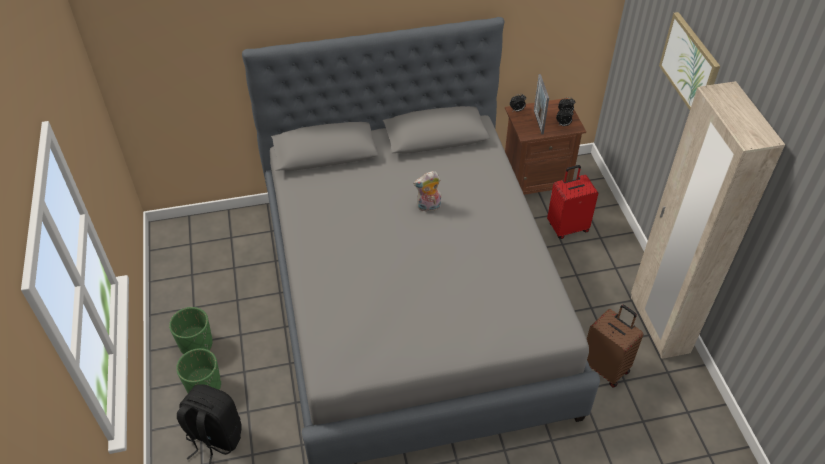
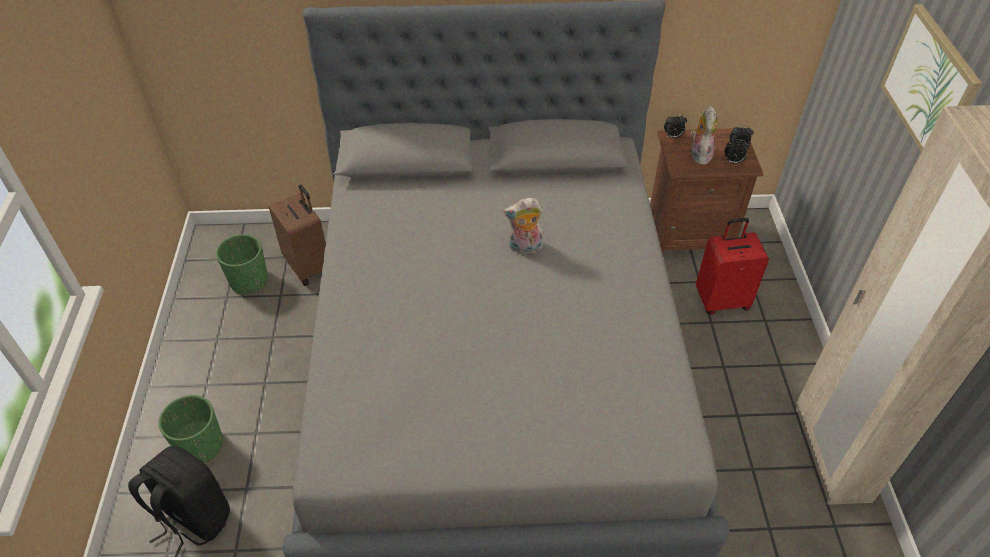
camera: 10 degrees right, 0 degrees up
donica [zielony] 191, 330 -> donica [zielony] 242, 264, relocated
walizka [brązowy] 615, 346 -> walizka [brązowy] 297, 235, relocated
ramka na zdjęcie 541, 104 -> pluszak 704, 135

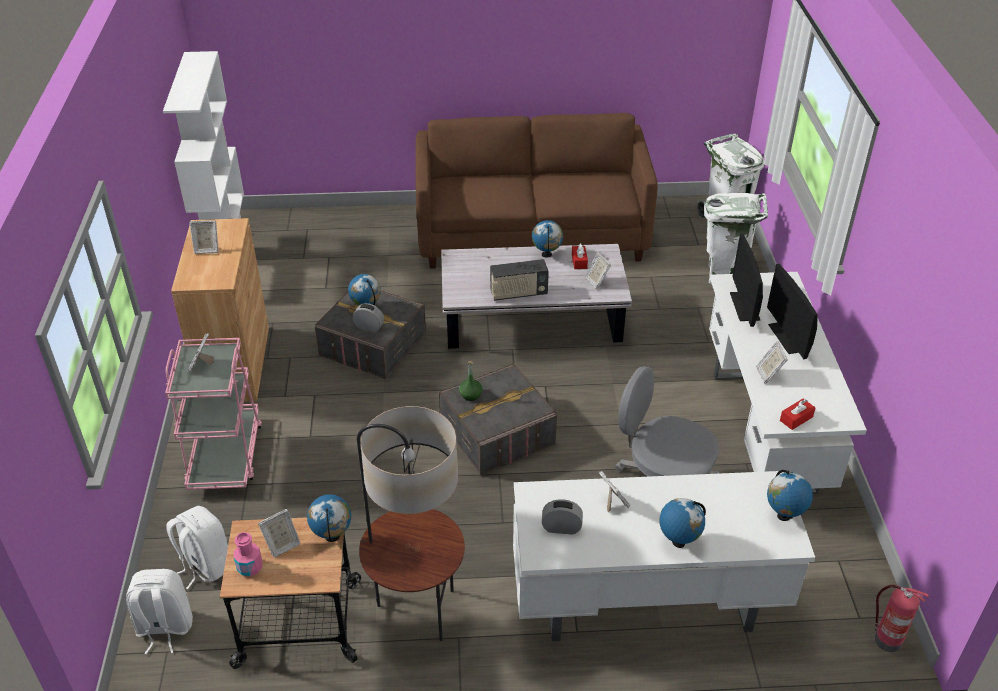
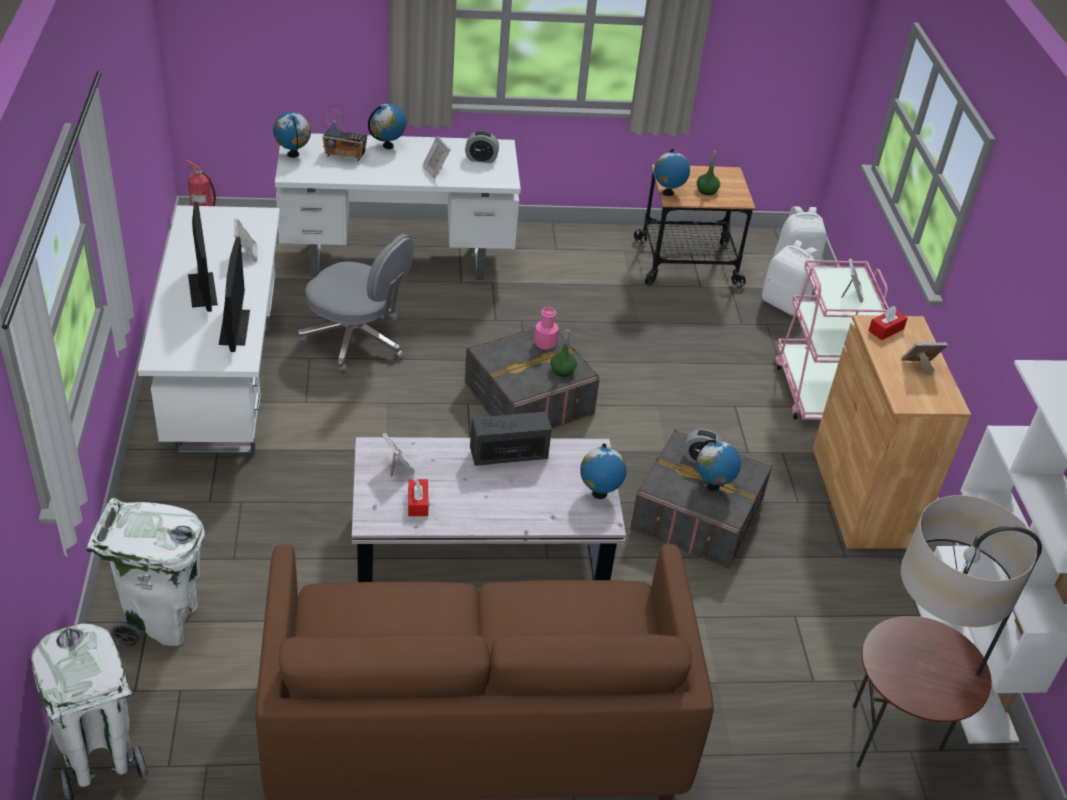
camera: 175 degrees right, 0 degrees up
none -> radio 344, 135
butelka [różowy] 248, 554 -> butelka [różowy] 546, 328, relocated
globus 547, 239 -> globus 603, 471, relocated
ramka na zdjęcie 279, 533 -> butelka [zielony] 708, 172
lampa stojąca 411, 523 -> lampa stojąca 947, 631, relocated
pudełko chusteczek [czerwony] 798, 414 -> pudełko chusteczek [czerwony] 888, 323, relocated

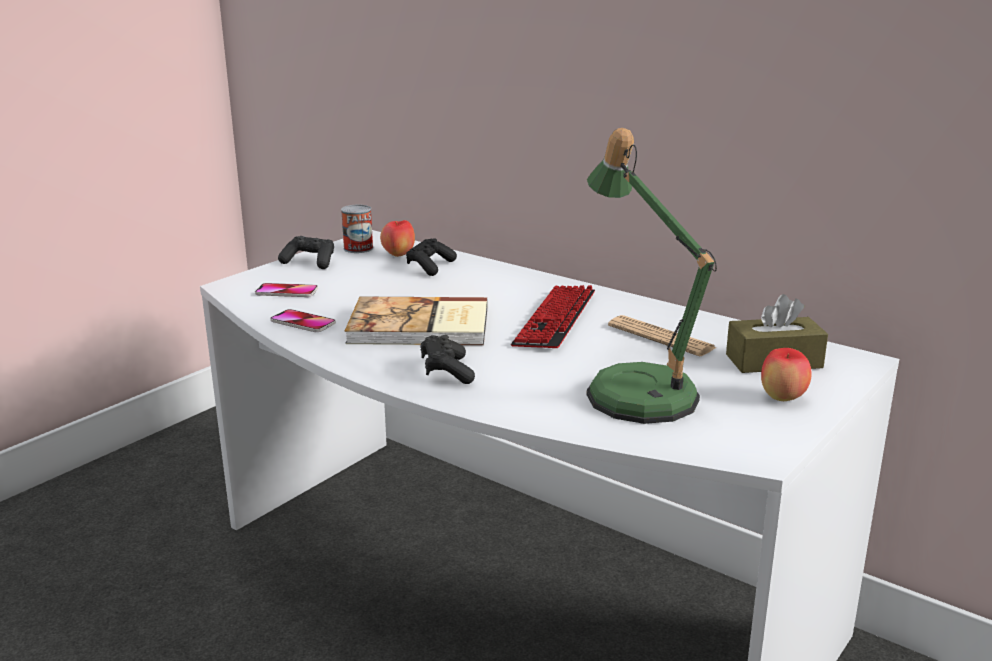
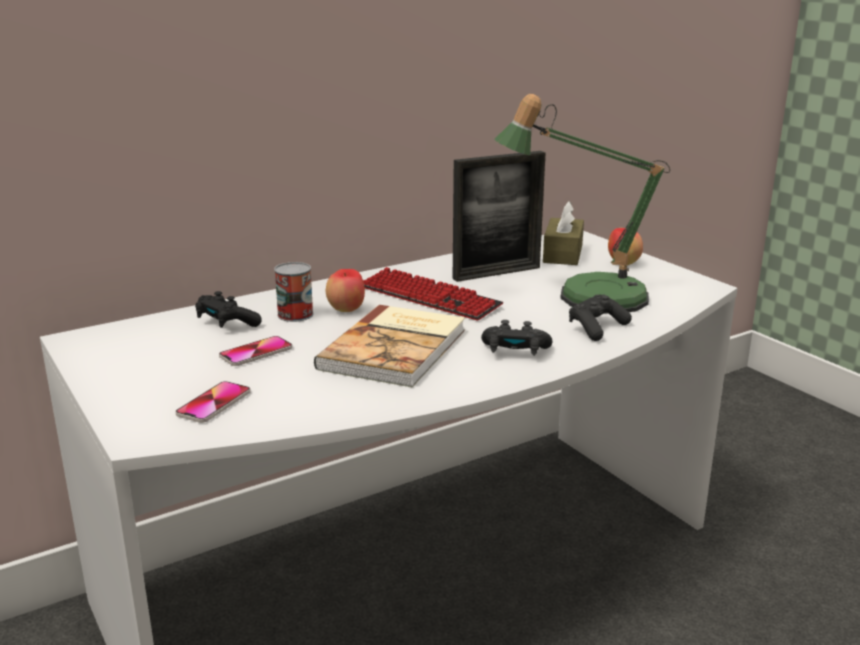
camera: 70 degrees left, 0 degrees up
telefon 303, 320 -> telefon 256, 351, relocated
puszka 357, 228 -> puszka 294, 292, relocated
jabłko 397, 238 -> jabłko 345, 290, relocated
gazeta 662, 335 -> ramka na zdjęcie 499, 216
pad do gier [czarny] 306, 252 -> pad do gier [czarny] 600, 317, relocated

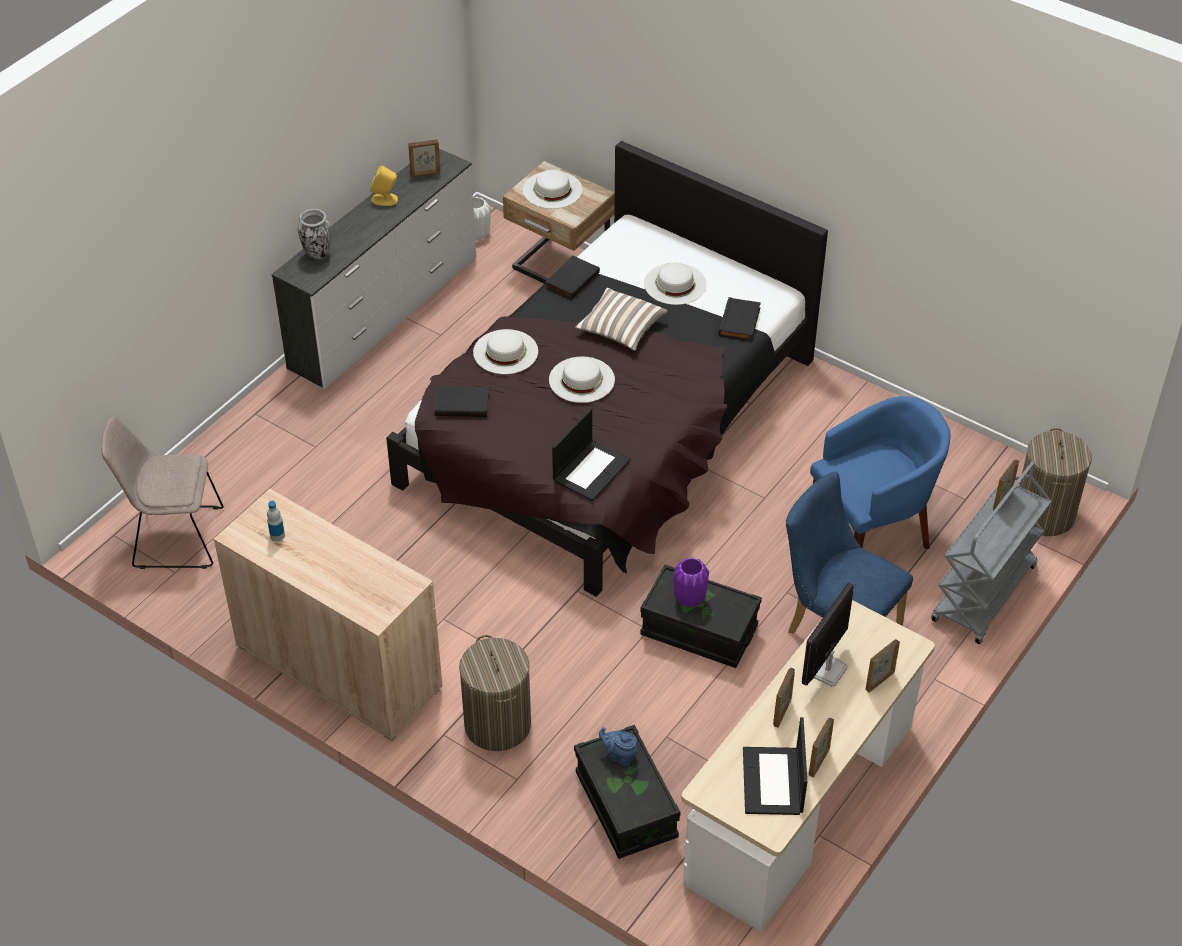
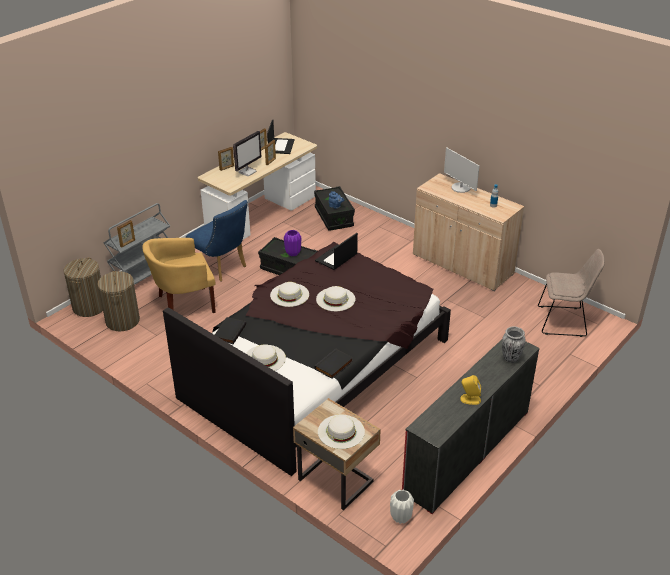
camera: 175 degrees left, 10 degrees down
kosz na pranie 495, 693 -> kosz na pranie 118, 301, relocated
fotel [niebieski] 880, 472 -> fotel [żółty] 179, 275
kapelusz [biały] 505, 351 -> kapelusz [biały] 289, 294, relocated
komoda [biały] 373, 268 -> komoda [czerwony] 471, 427
none -> monitor 461, 170
ramka na zdjęcie 424, 158 -> none
książka [czarny] 462, 401 -> none
poduszka 621, 319 -> none

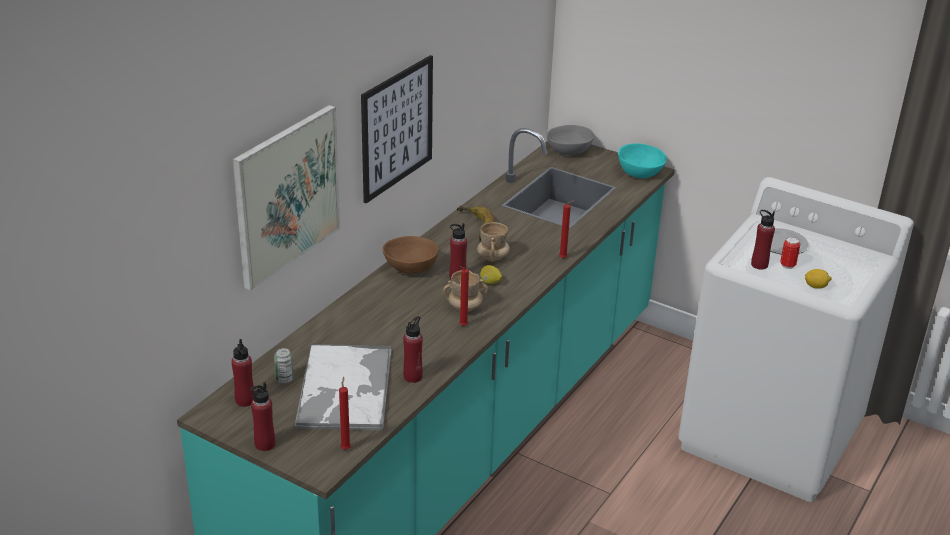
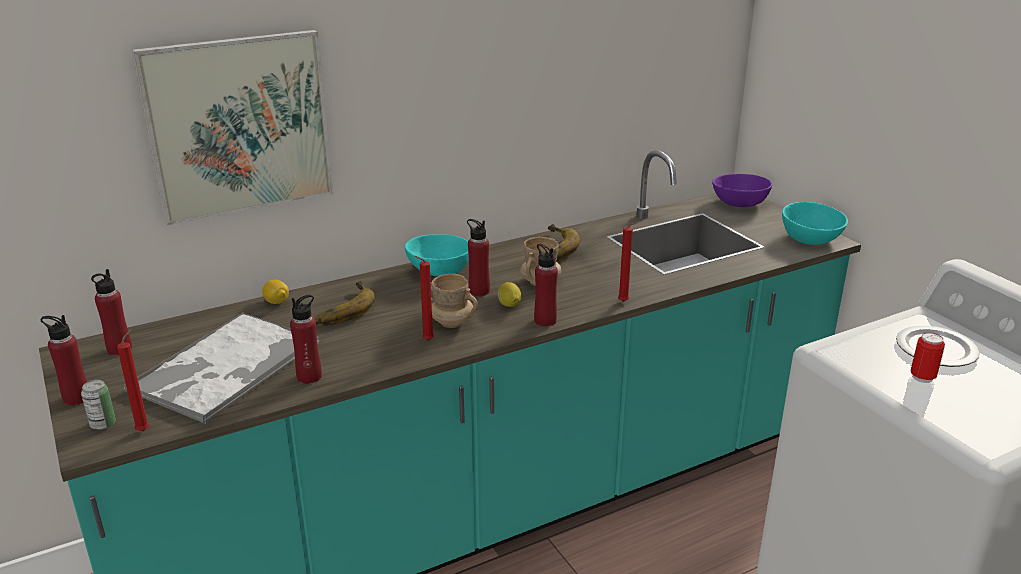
camera: 30 degrees right, 5 degrees down
puszka 283, 365 -> puszka 98, 405, relocated
cytryna 818, 279 -> cytryna 275, 292, relocated
none -> banan 345, 303
miska [brązowy] 410, 255 -> miska [turkusowy] 437, 255
butelka [czerwony] 763, 239 -> butelka [czerwony] 546, 285, relocated
miska [szary] 570, 140 -> miska [fioletowy] 742, 190
obraz 397, 129 -> none

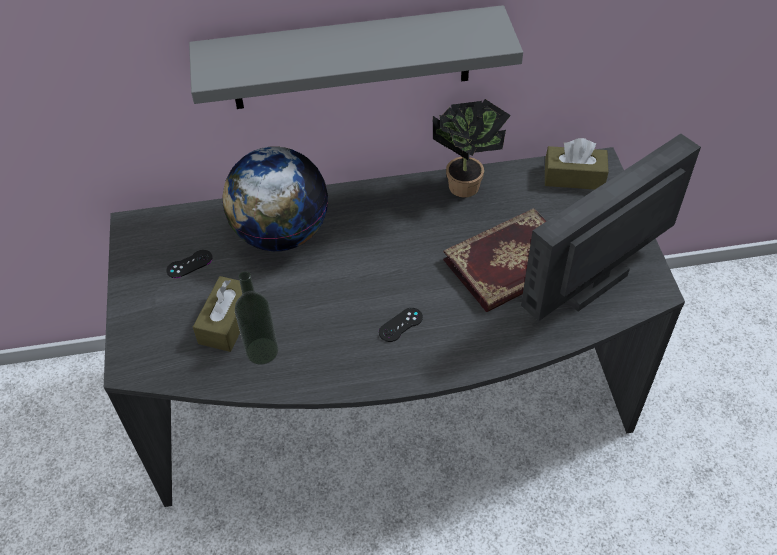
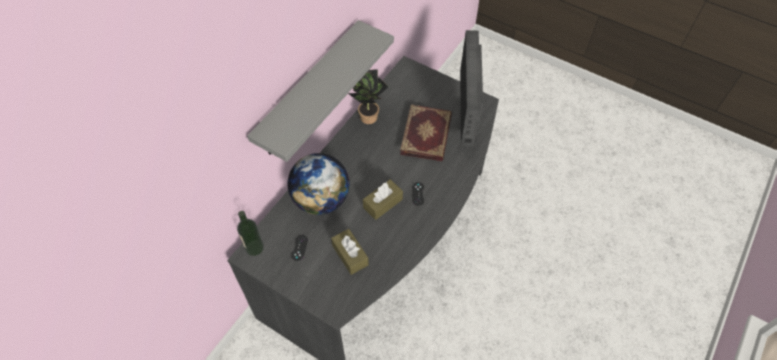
camera: 50 degrees left, 5 degrees up
butelka 256, 318 -> butelka 250, 233, relocated
pudełko chusteczek [brązowy] 577, 163 -> pudełko chusteczek [brązowy] 383, 199, relocated

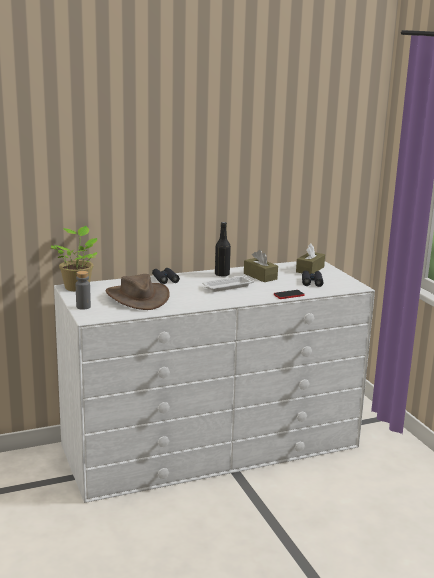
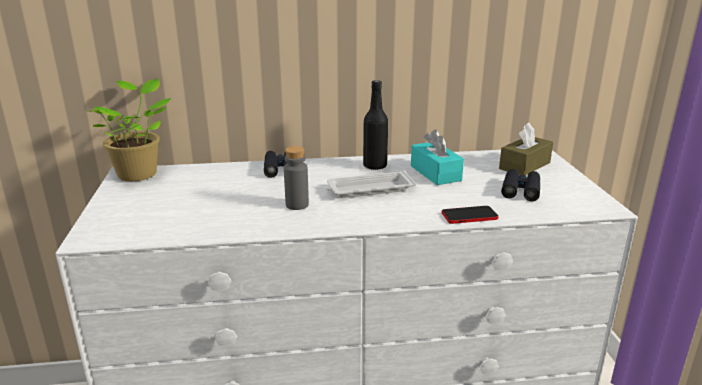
camera: 15 degrees right, 5 degrees up
butelka [szary] 83, 290 -> butelka [szary] 296, 178, relocated
pudełko chusteczek [brązowy] 261, 266 -> pudełko chusteczek [turkusowy] 437, 157
kapelusz [brązowy] 138, 292 -> none

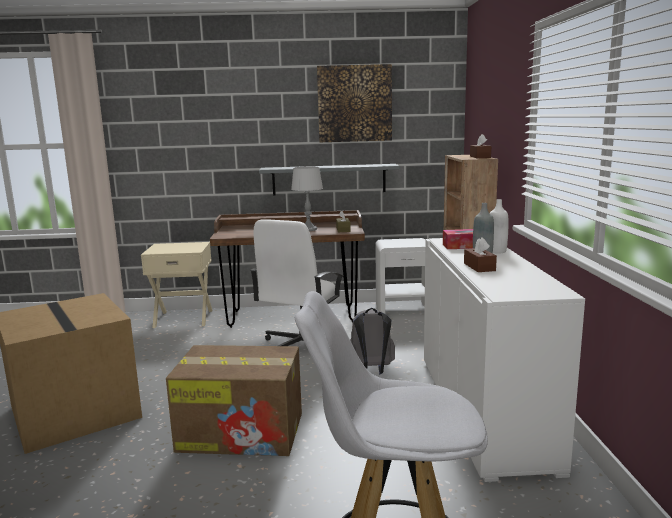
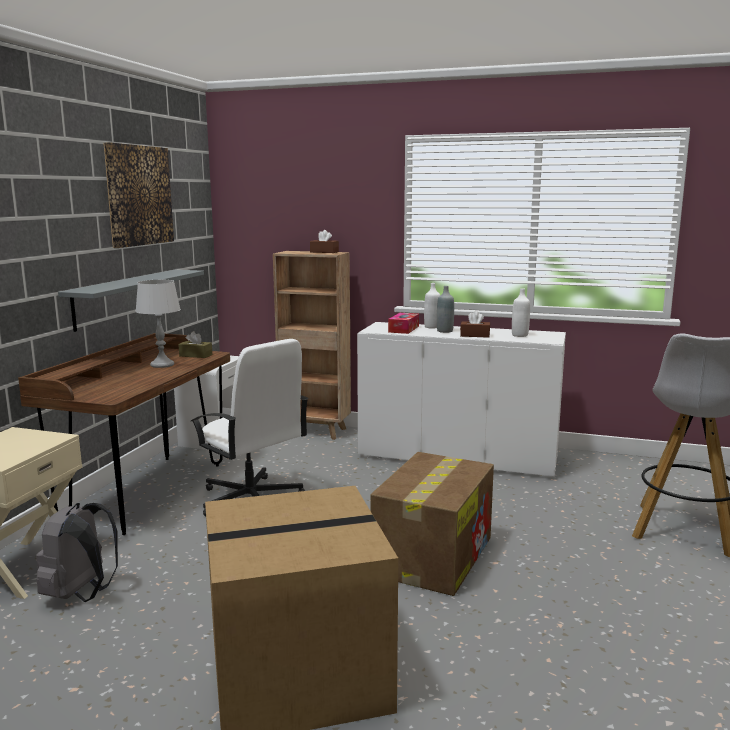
camera: 70 degrees left, 0 degrees up
plecak [szary] 372, 341 -> plecak [szary] 77, 552, relocated
none -> butelka [biały] 521, 312

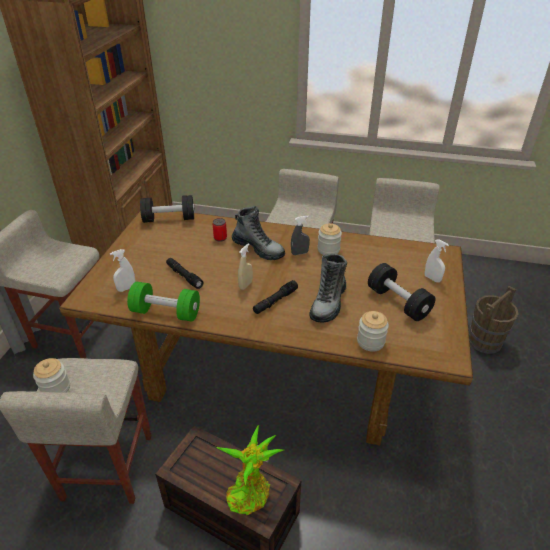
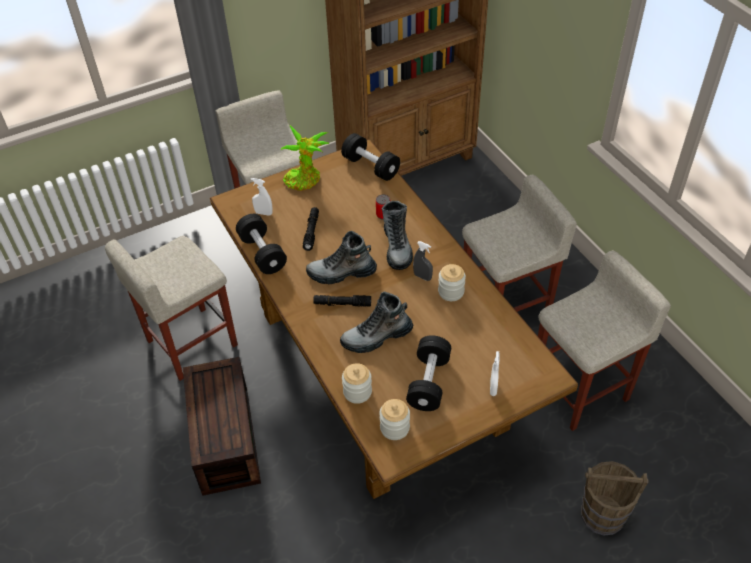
camera: 50 degrees right, 10 degrees up
hantel [zielony] 163, 302 -> hantel [czarny] 261, 244
roślina doniczkowa 249, 470 -> roślina doniczkowa 305, 158, relocated
spryskiwacz [beżowy] 245, 266 -> but z cholewką 341, 257
słoik 51, 375 -> słoik 394, 419, relocated

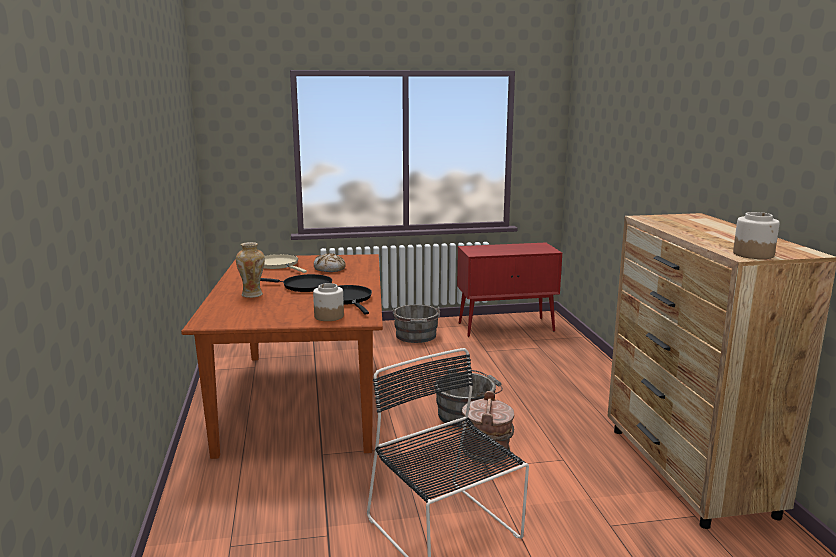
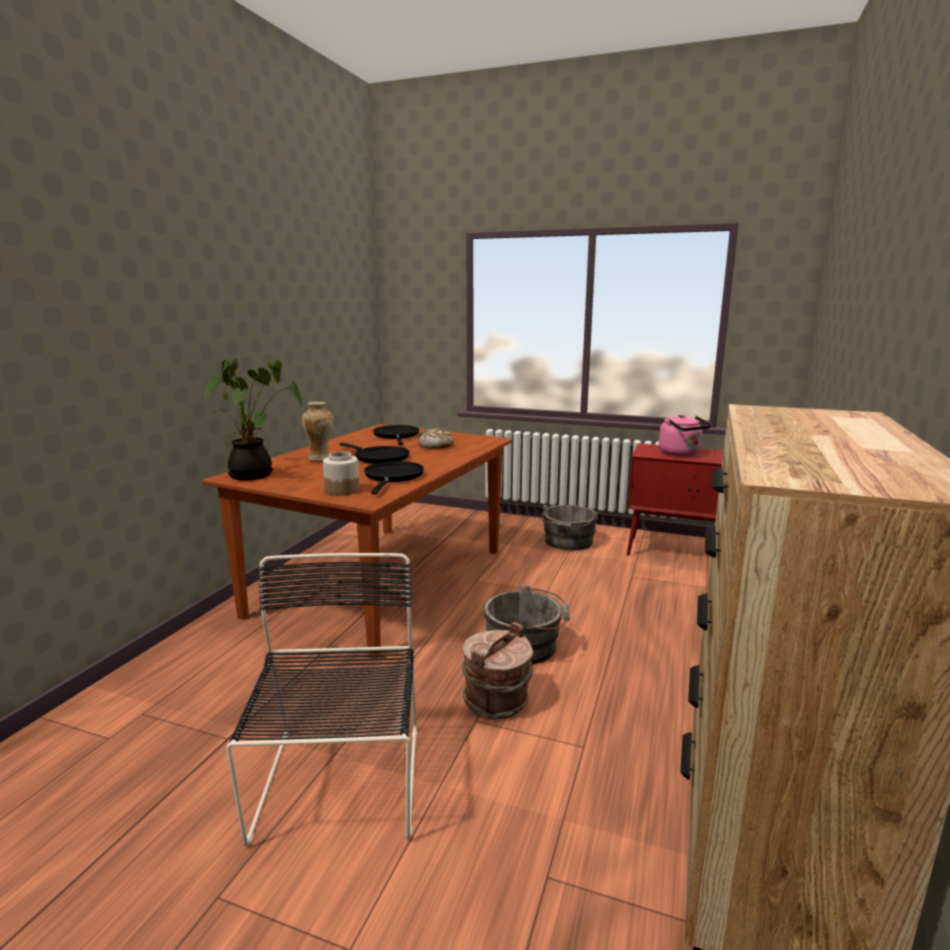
camera: 30 degrees right, 0 degrees up
none -> roślina doniczkowa 254, 418
patelnia [beżowy] 285, 263 -> patelnia [czarny] 396, 435
none -> czajnik [różowy] 685, 435
słoik 756, 235 -> none

